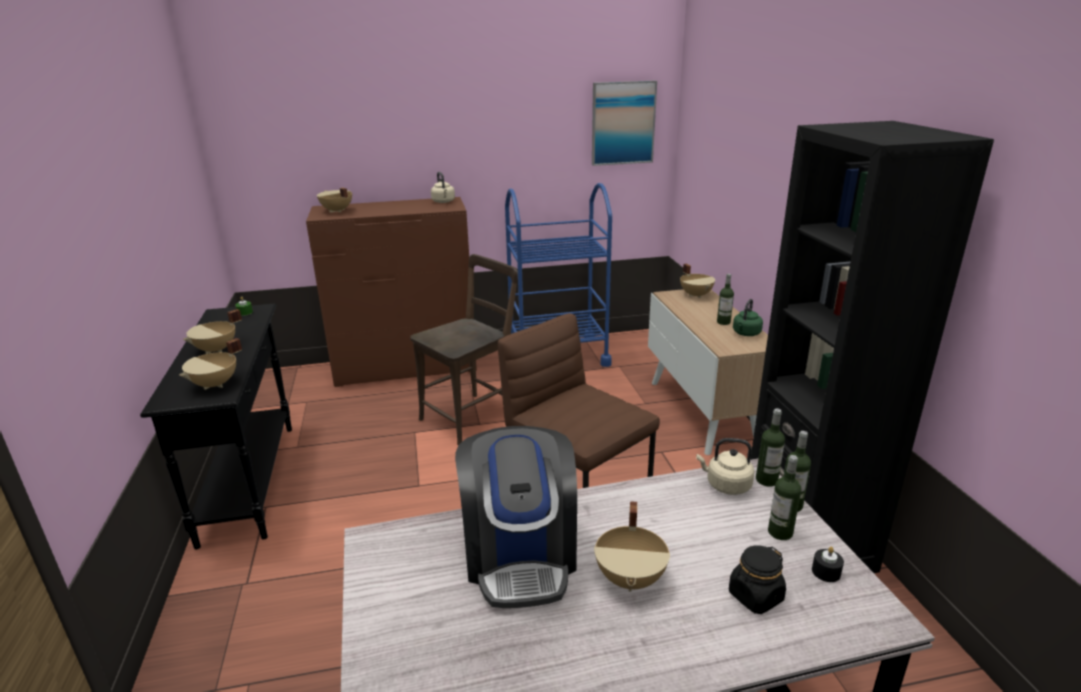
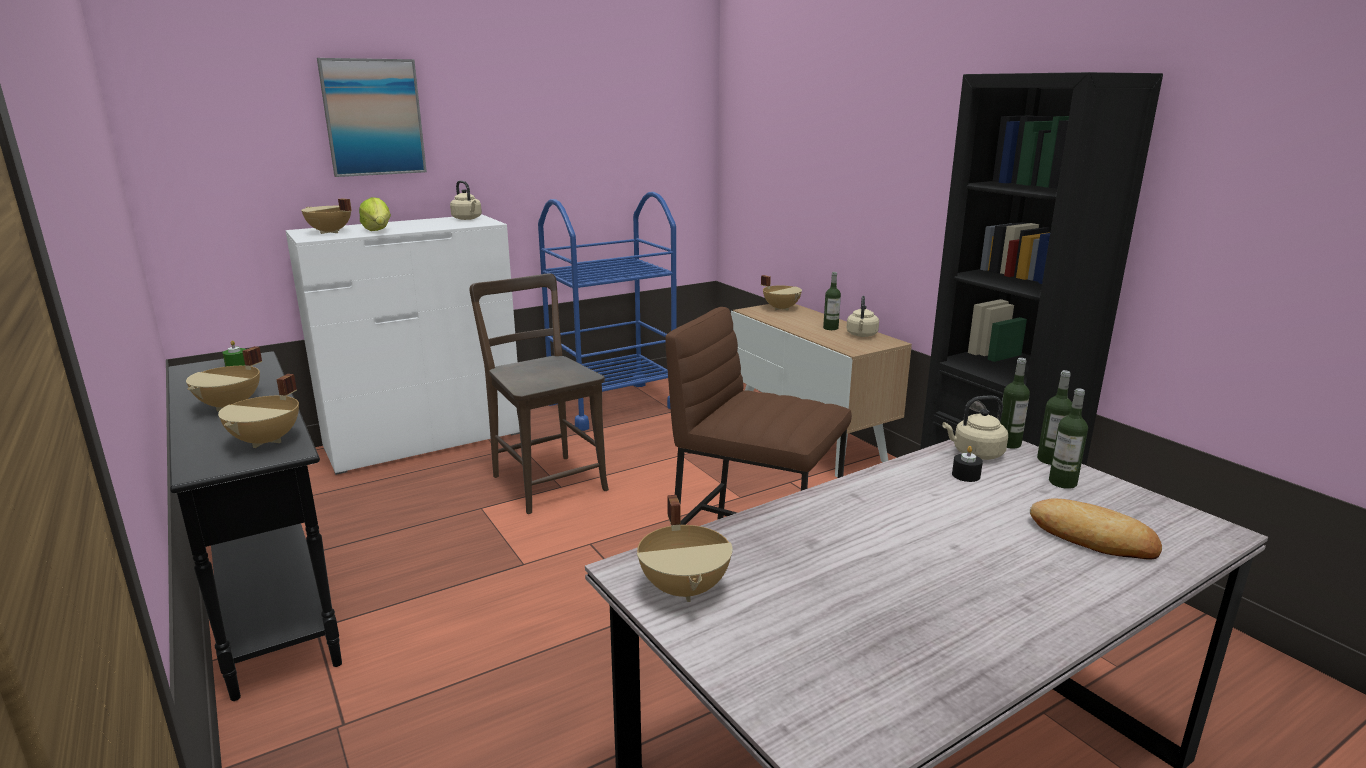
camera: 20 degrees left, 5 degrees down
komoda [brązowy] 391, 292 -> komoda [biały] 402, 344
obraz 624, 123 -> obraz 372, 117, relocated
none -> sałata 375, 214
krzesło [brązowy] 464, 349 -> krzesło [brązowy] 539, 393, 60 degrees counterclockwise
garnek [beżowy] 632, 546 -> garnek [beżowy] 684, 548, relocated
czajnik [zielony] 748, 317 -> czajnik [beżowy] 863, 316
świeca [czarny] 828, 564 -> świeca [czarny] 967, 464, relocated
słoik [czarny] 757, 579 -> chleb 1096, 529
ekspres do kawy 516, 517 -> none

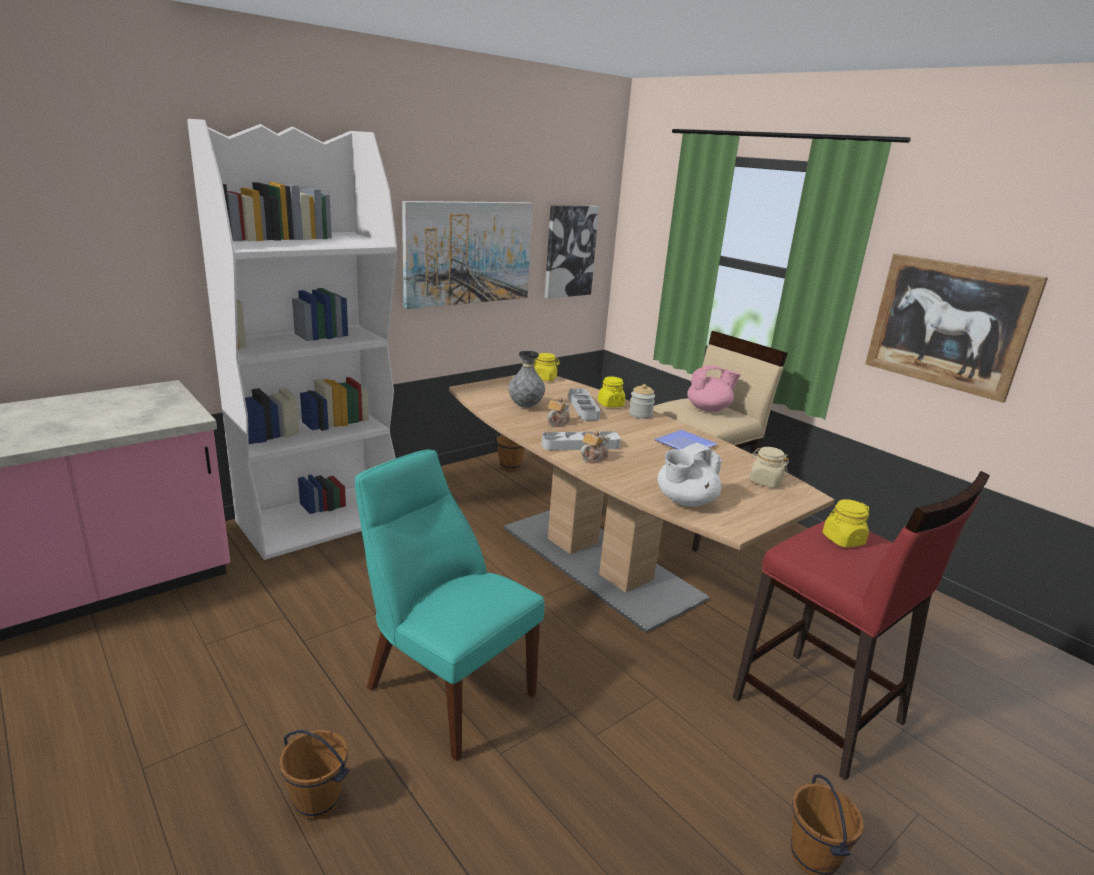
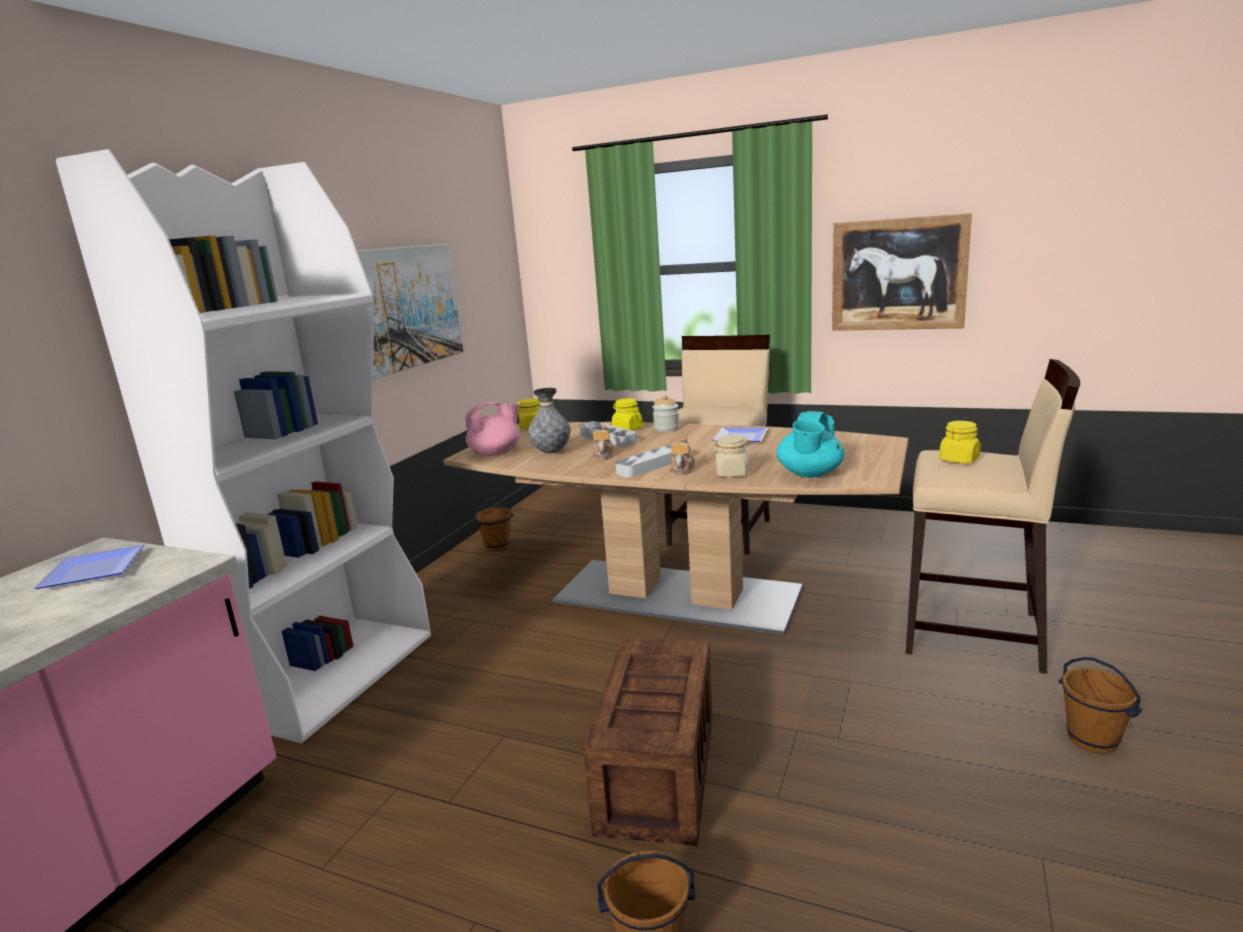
camera: 25 degrees left, 5 degrees down
none -> talerz 89, 567
imbryk [różowy] 714, 388 -> imbryk [różowy] 492, 429, relocated
krzesło [turkusowy] 449, 605 -> skrzynka 647, 742
słoik [beżowy] 769, 467 -> słoik [beżowy] 731, 456, relocated
imbryk [biały] 690, 475 -> imbryk [turkusowy] 810, 444
stołek [czerwony] 861, 626 -> stołek [beżowy] 993, 516
obraz 571, 252 -> none

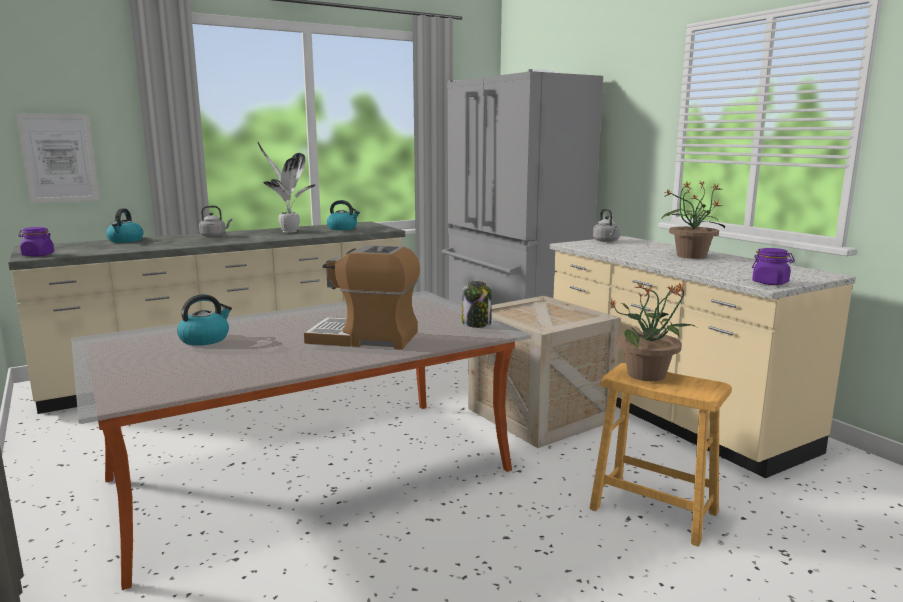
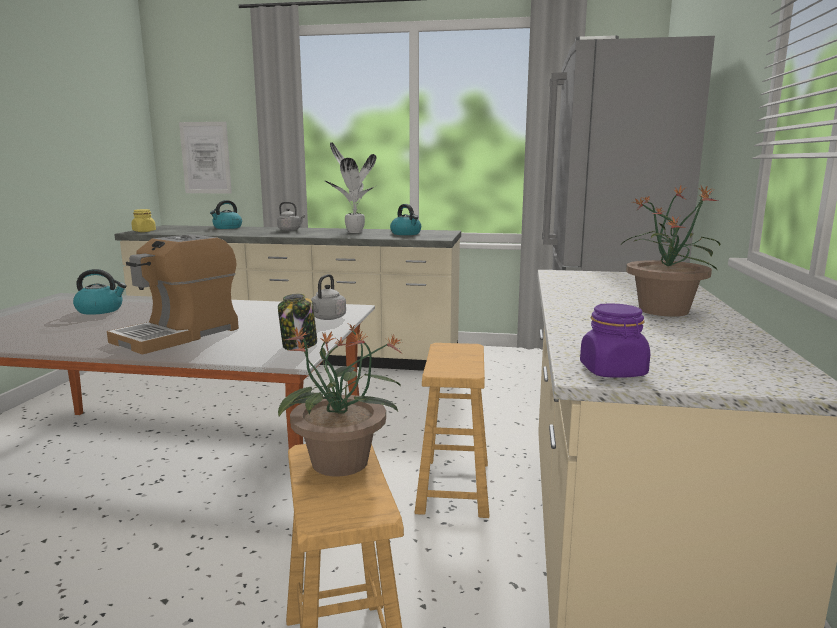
camera: 40 degrees right, 0 degrees up
ekspres do kawy 362, 297 -> ekspres do kawy 173, 294, 105 degrees counterclockwise
słoik [fioletowy] 36, 242 -> słoik [żółty] 144, 220
czajnik [szary] 606, 225 -> czajnik [szary] 328, 297, relocated
skrzynka 544, 372 -> stołek [brązowy] 452, 430

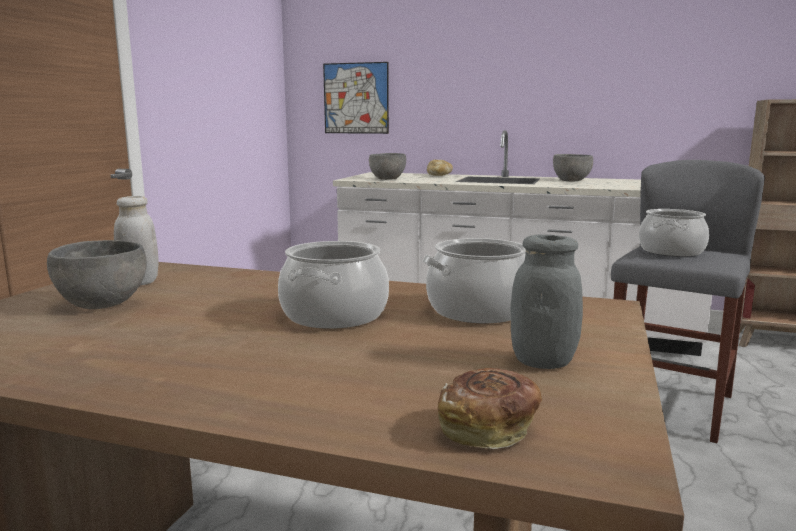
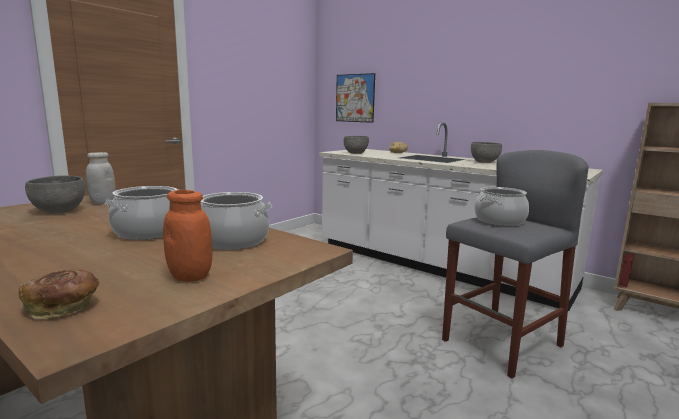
camera: 20 degrees right, 0 degrees up
słoik [szary] 547, 302 -> słoik [pomarańczowy] 187, 236

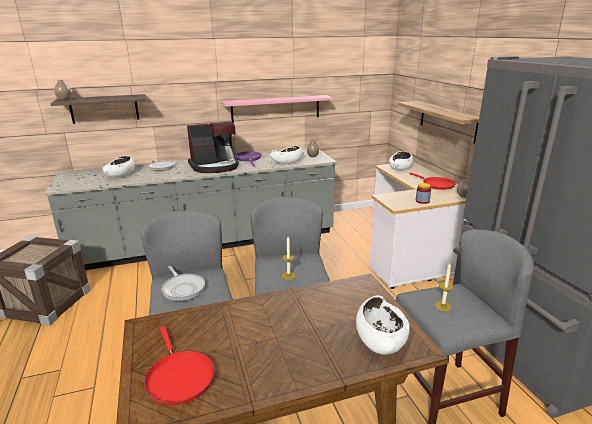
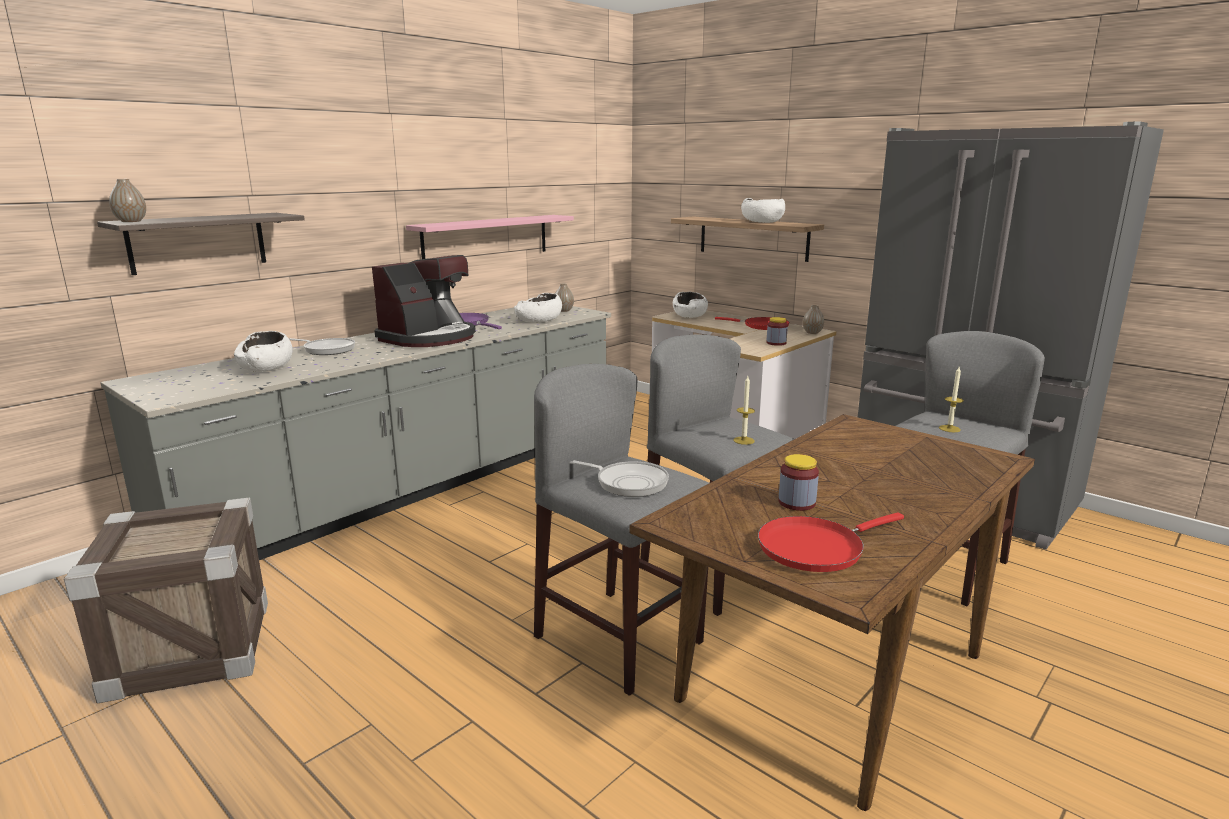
camera: 30 degrees left, 5 degrees down
miska [biały] 383, 325 -> miska [biały] 763, 210, relocated
patelnia [czerwony] 179, 365 -> patelnia [czerwony] 831, 542, 120 degrees clockwise
none -> słoik 799, 482

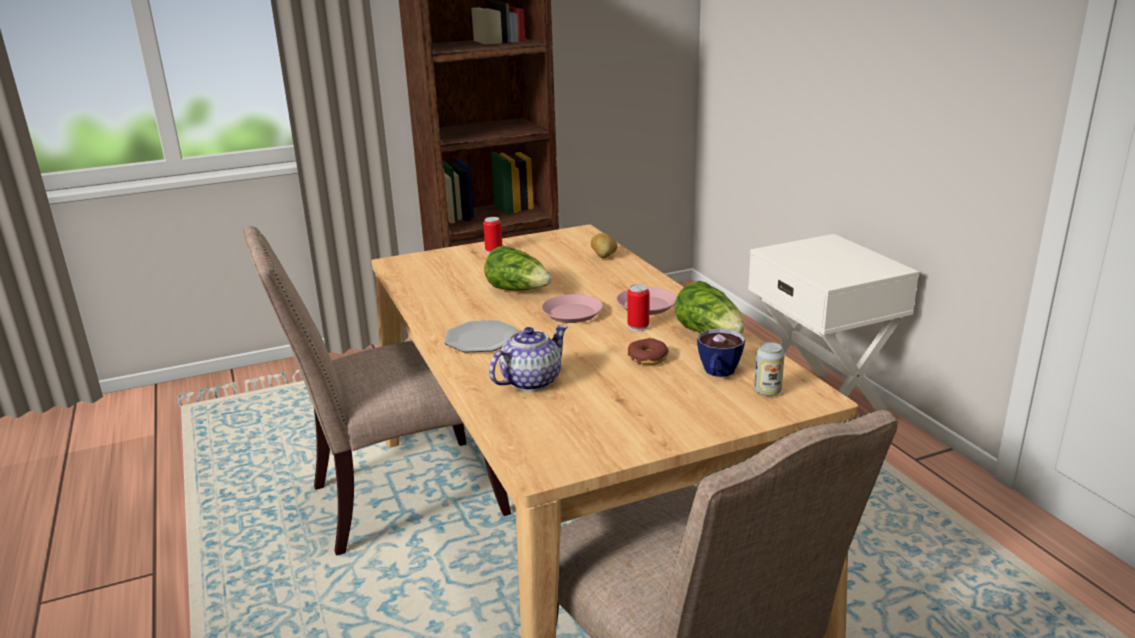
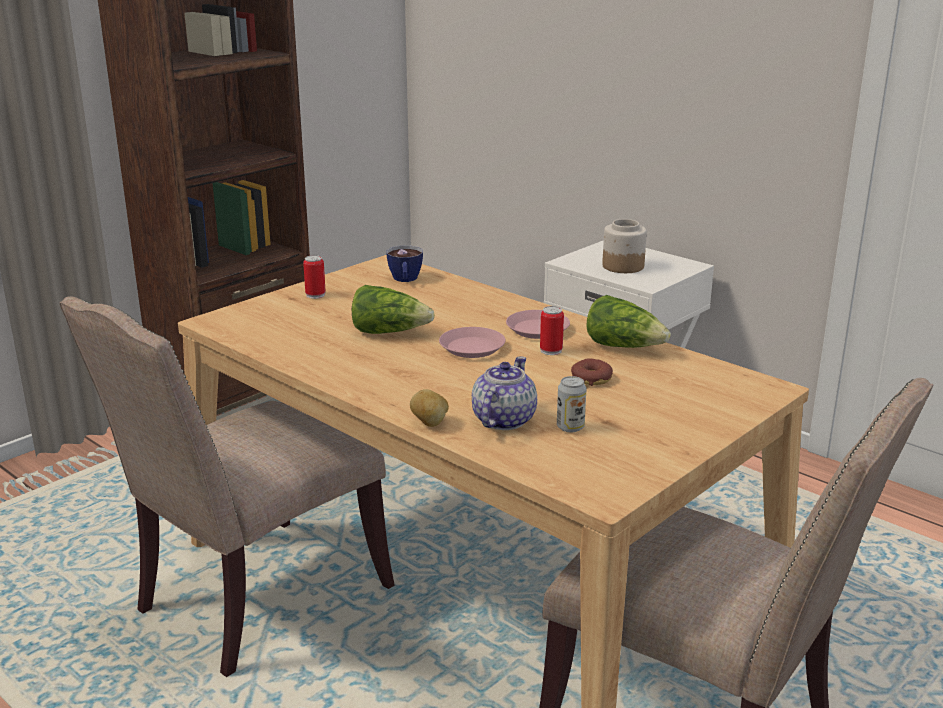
camera: 25 degrees left, 0 degrees up
filiżanka 721, 352 -> filiżanka 404, 263, relocated
ziemniak 604, 245 -> ziemniak 429, 408, relocated
puszka 769, 369 -> puszka 571, 404, relocated
none -> słoik 624, 246
talerz 480, 336 -> none

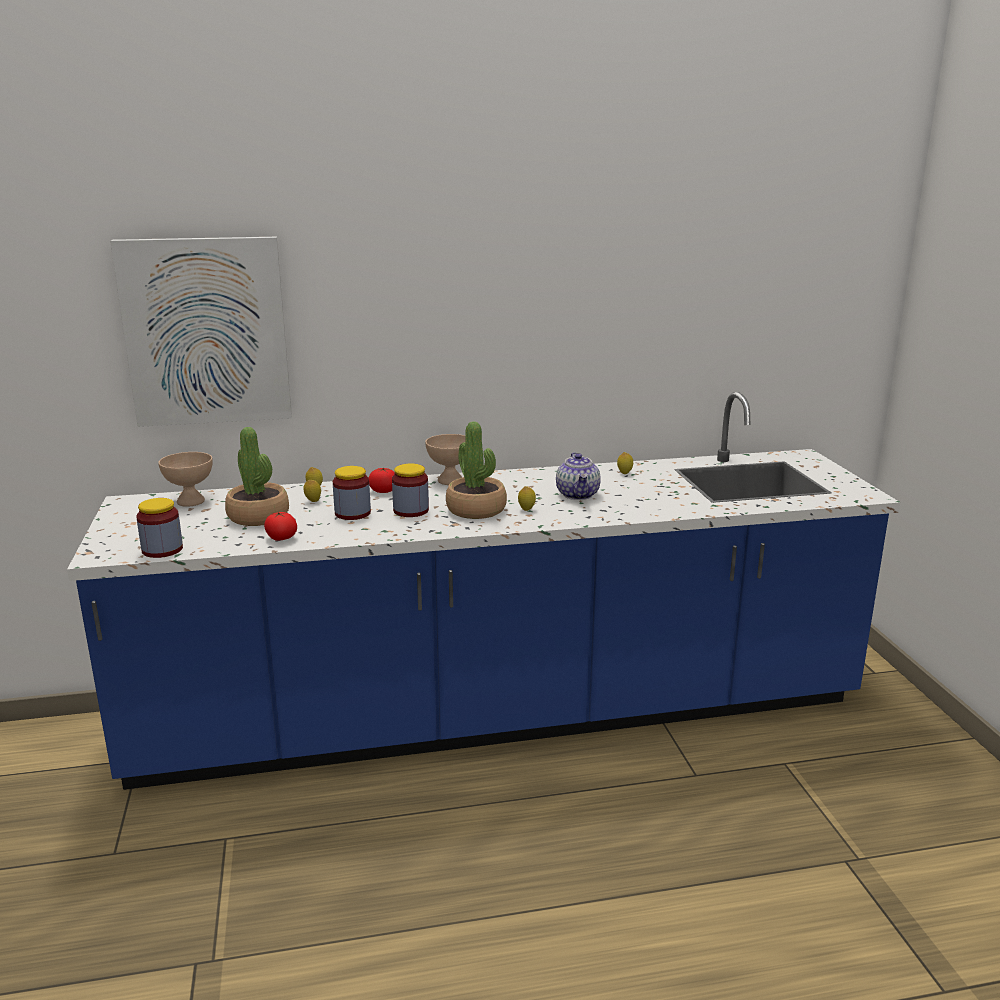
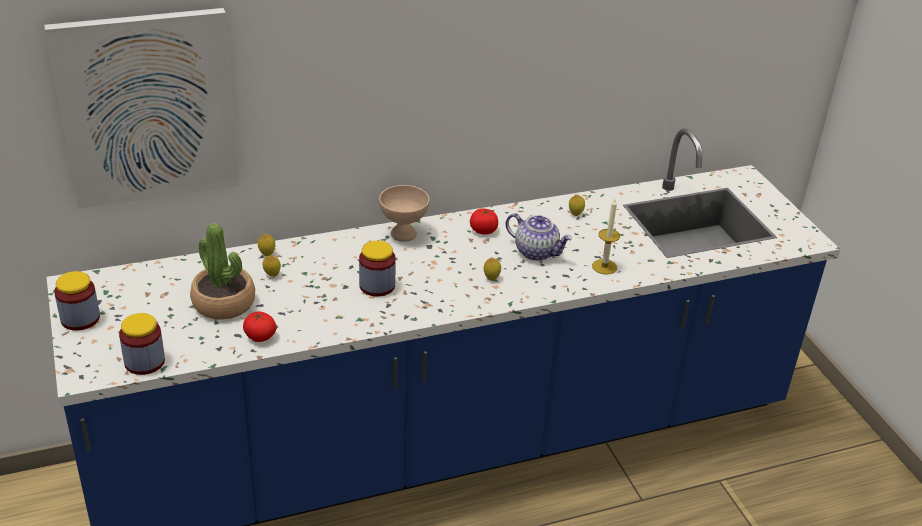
camera: 10 degrees left, 15 degrees up
słoik 352, 493 -> słoik 77, 300, relocated
pomidor 381, 480 -> pomidor 484, 221, relocated
imbryk 578, 476 -> imbryk 539, 237, 45 degrees counterclockwise
none -> świeca 606, 237
miska [beżowy] 185, 479 -> none
roślina doniczkowa 476, 470 -> none

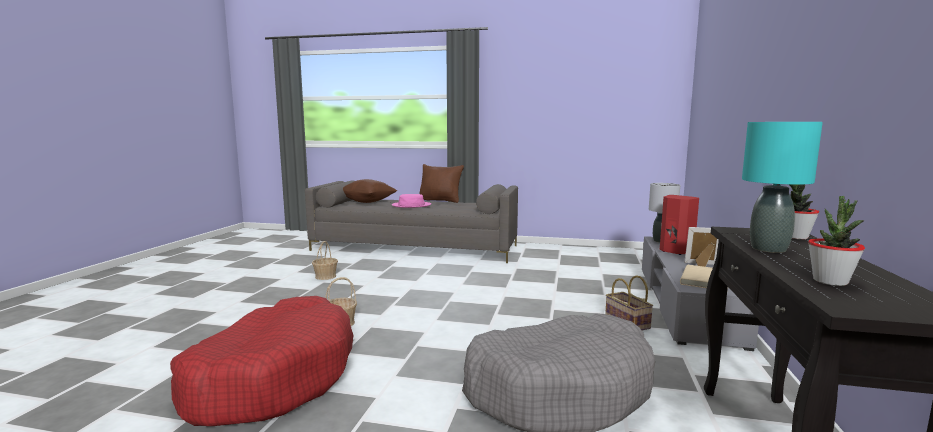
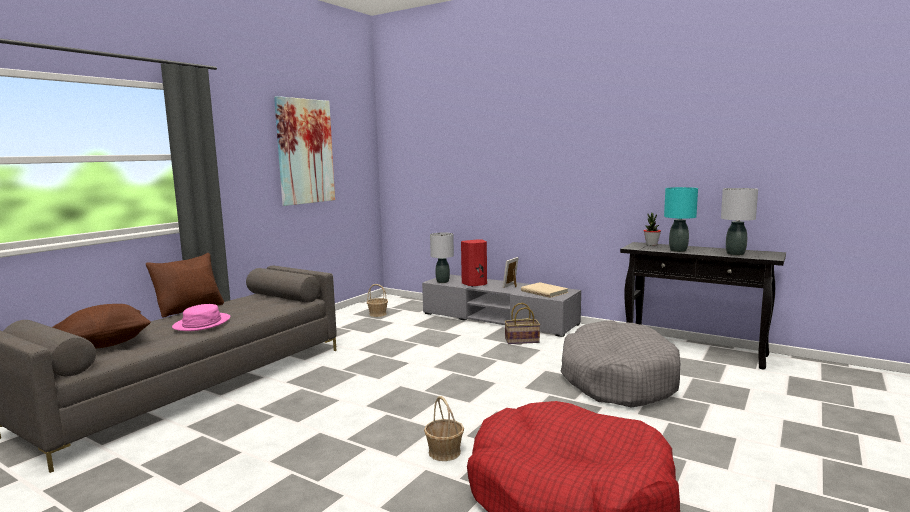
camera: 70 degrees left, 0 degrees up
none -> obraz 304, 151
koszyk 325, 260 -> koszyk 377, 300, relocated
roślina doniczkowa 836, 241 -> lampa stołowa [szary] 739, 221

